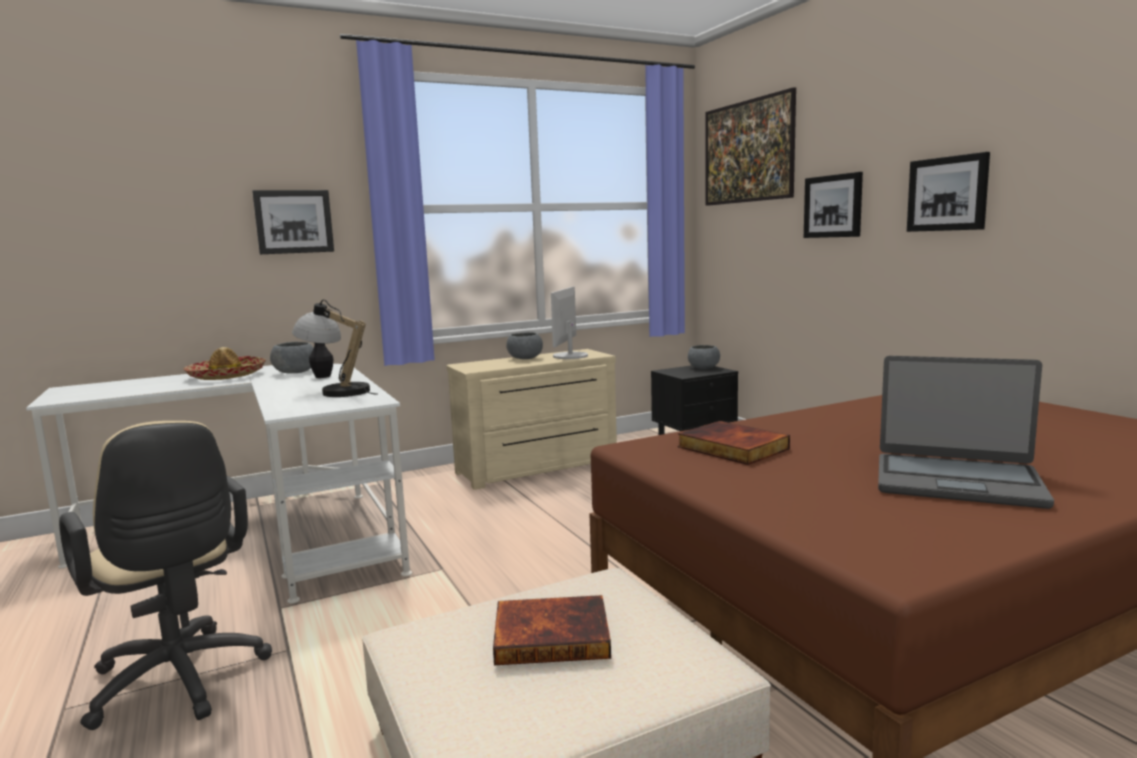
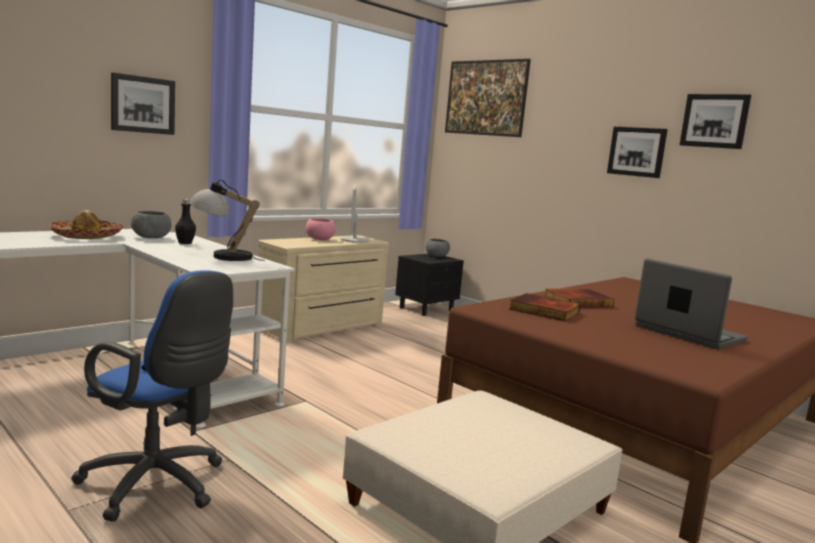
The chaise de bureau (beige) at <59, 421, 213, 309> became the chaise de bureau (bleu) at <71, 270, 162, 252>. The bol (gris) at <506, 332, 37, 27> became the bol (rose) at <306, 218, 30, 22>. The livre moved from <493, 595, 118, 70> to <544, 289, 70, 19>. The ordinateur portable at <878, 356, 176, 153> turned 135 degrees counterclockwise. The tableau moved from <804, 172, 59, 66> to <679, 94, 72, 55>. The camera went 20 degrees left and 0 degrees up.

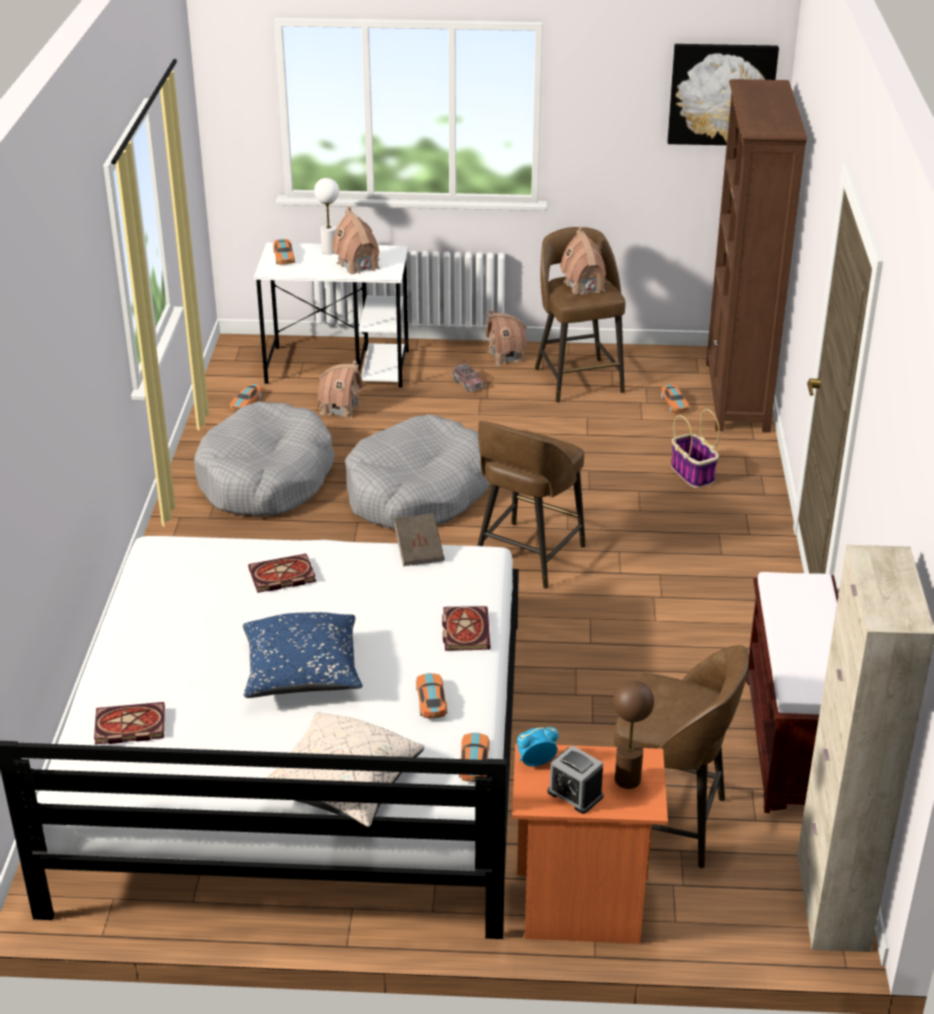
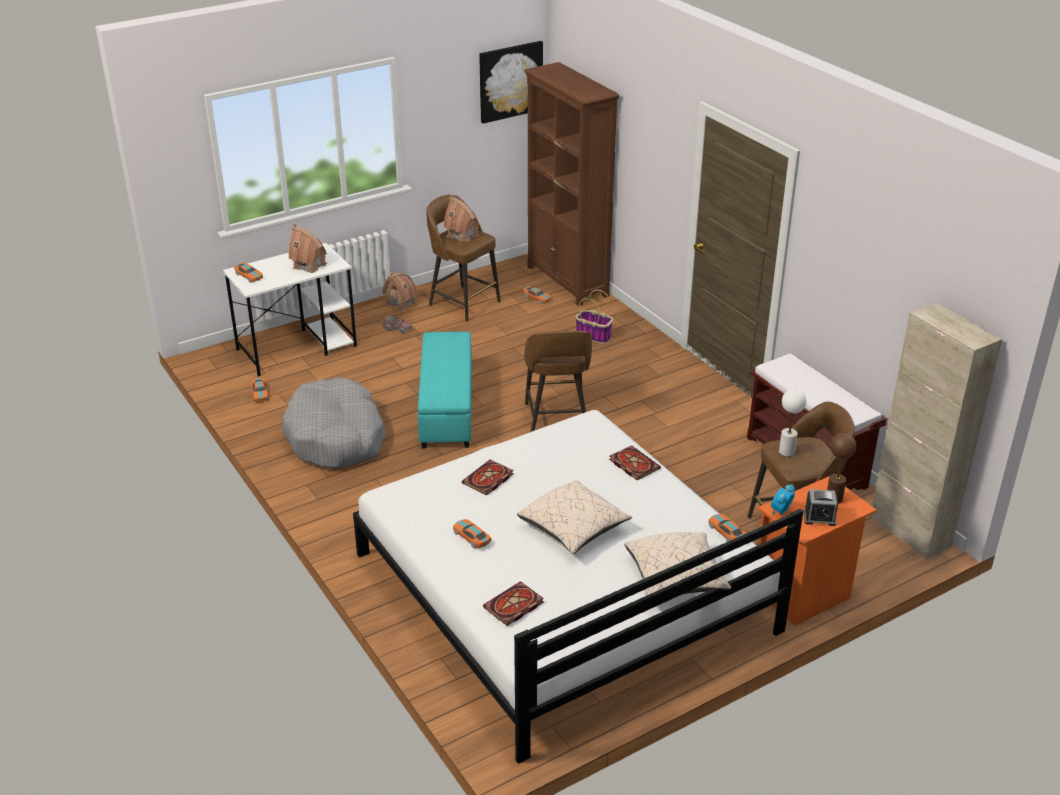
The panier pour chien (gris) at <345, 414, 145, 115> was replaced by the pouf (turquoise) at <418, 332, 54, 117>. The petite voiture moved from <416, 673, 31, 45> to <453, 519, 38, 29>. The coussin (bleu) at <243, 612, 119, 86> became the coussin (beige) at <517, 480, 115, 74>. The lampe de table (blanc) moved from <314, 178, 25, 76> to <779, 389, 27, 68>. The maison miniature at <318, 361, 45, 57> disappeared. The livre (marron) at <394, 513, 51, 53> disappeared. The camera went 35 degrees left and 0 degrees up.

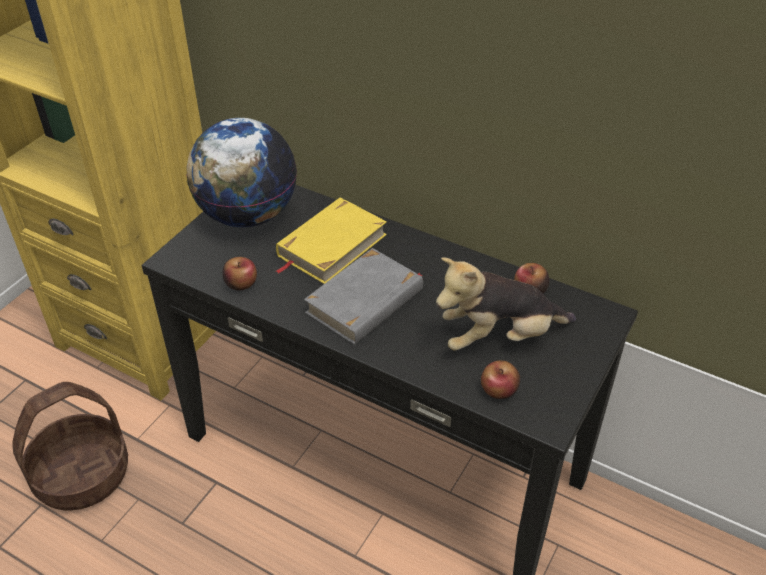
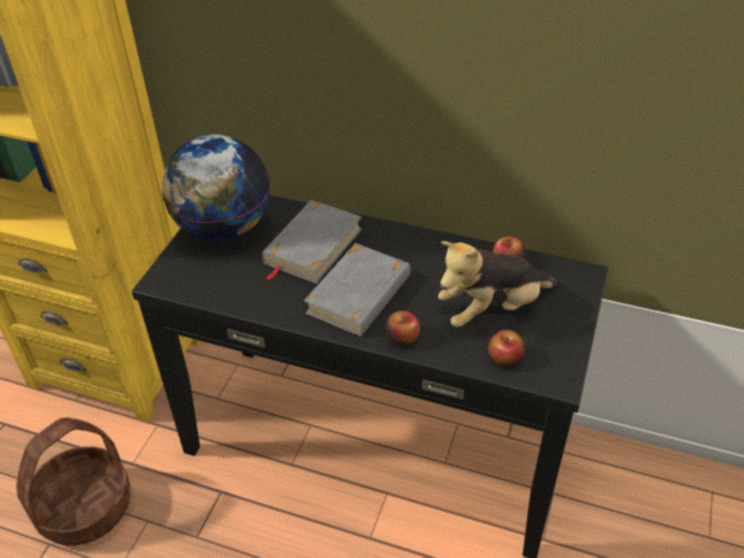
The livre (jaune) at <275, 197, 112, 87> became the livre (gris) at <262, 200, 100, 84>. The pomme moved from <222, 257, 35, 34> to <385, 311, 35, 35>. The camera went 10 degrees left and 0 degrees up.

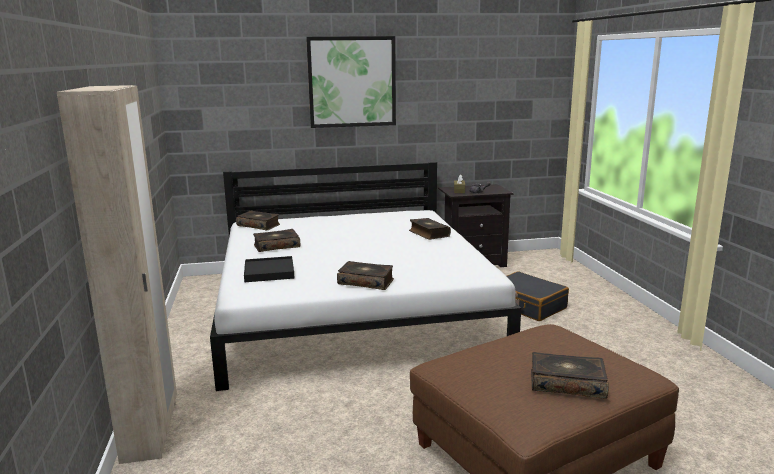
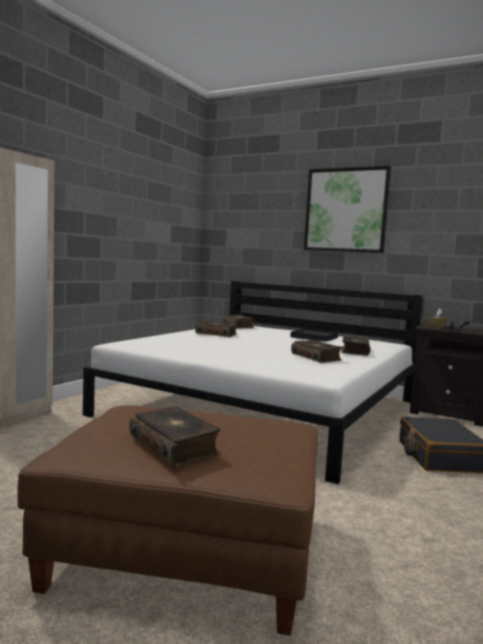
The plateau (noir) moved from <244, 256, 50, 26> to <290, 328, 49, 14>. The livre moved from <337, 261, 57, 29> to <291, 340, 51, 23>. The camera went 40 degrees right and 10 degrees down.

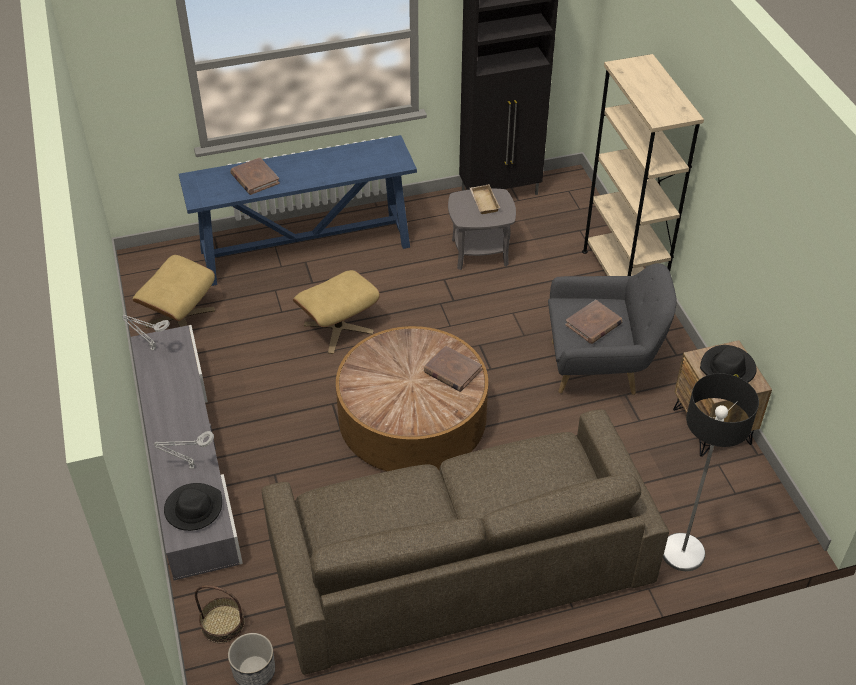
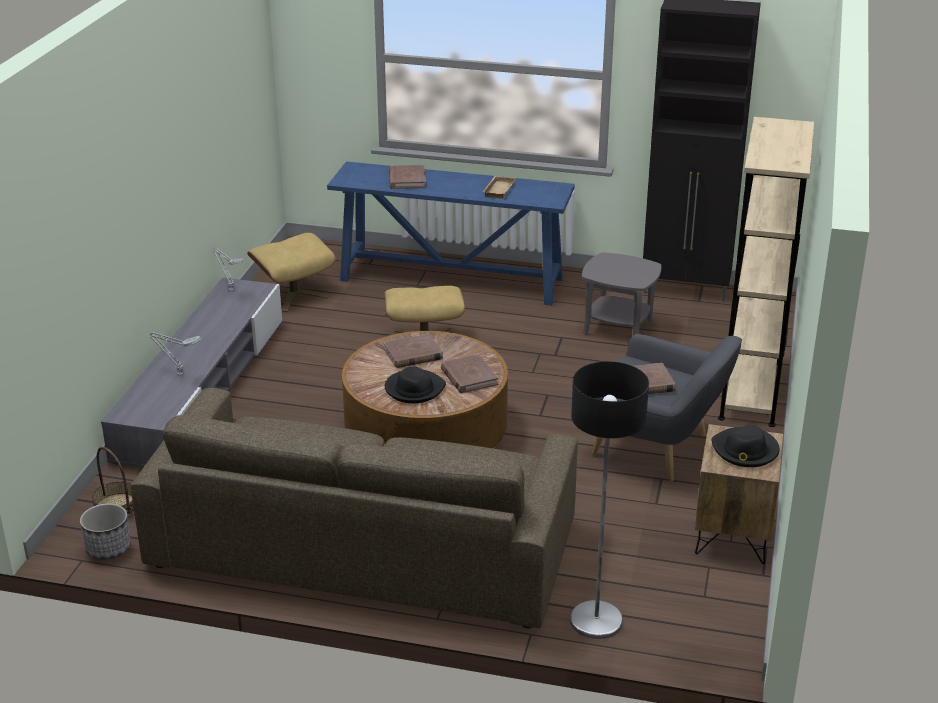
The livre (marron) at <384, 334, 59, 34> appeared. The chapeau (noir) moved from <164, 483, 58, 48> to <385, 366, 61, 37>. The plateau (beige) moved from <470, 184, 30, 30> to <483, 176, 33, 23>. The camera went 30 degrees right and 15 degrees down.

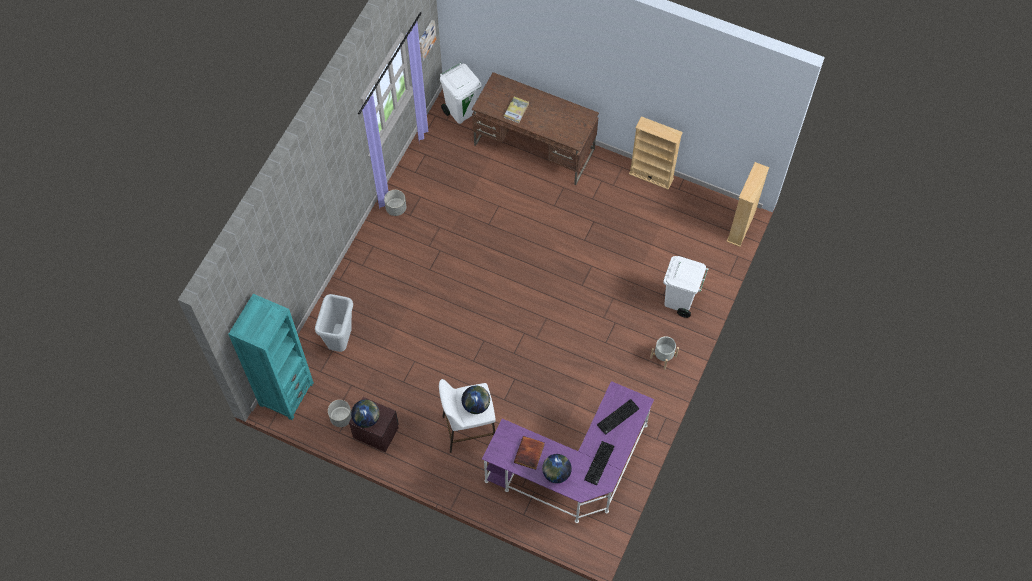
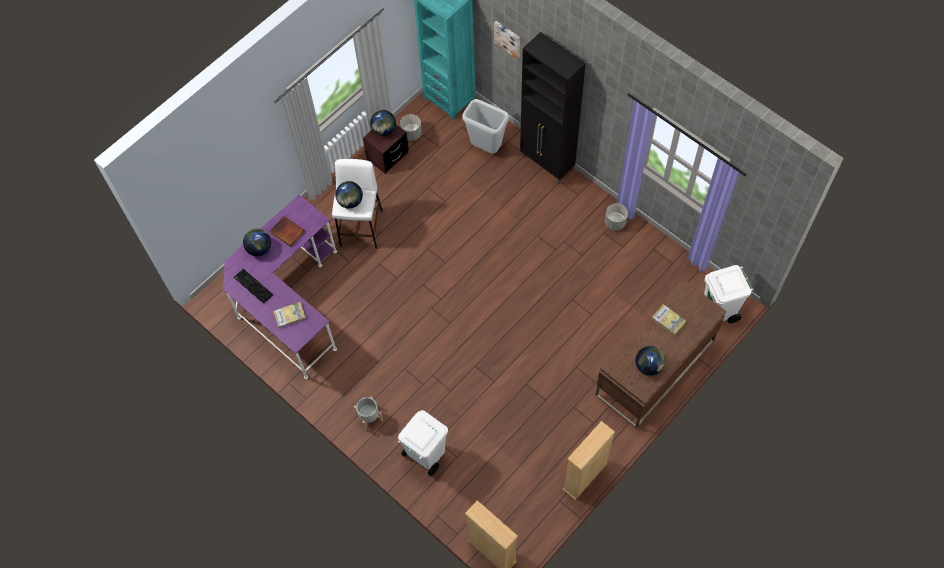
The clavier at <597, 399, 42, 36> was replaced by the livre at <273, 302, 33, 26>. The tableau moved from <419, 20, 17, 41> to <494, 21, 26, 38>. The meuble de rangement (noir) at <520, 32, 66, 152> appeared. The globe at <635, 346, 30, 30> appeared. The camera went 110 degrees right and 0 degrees up.

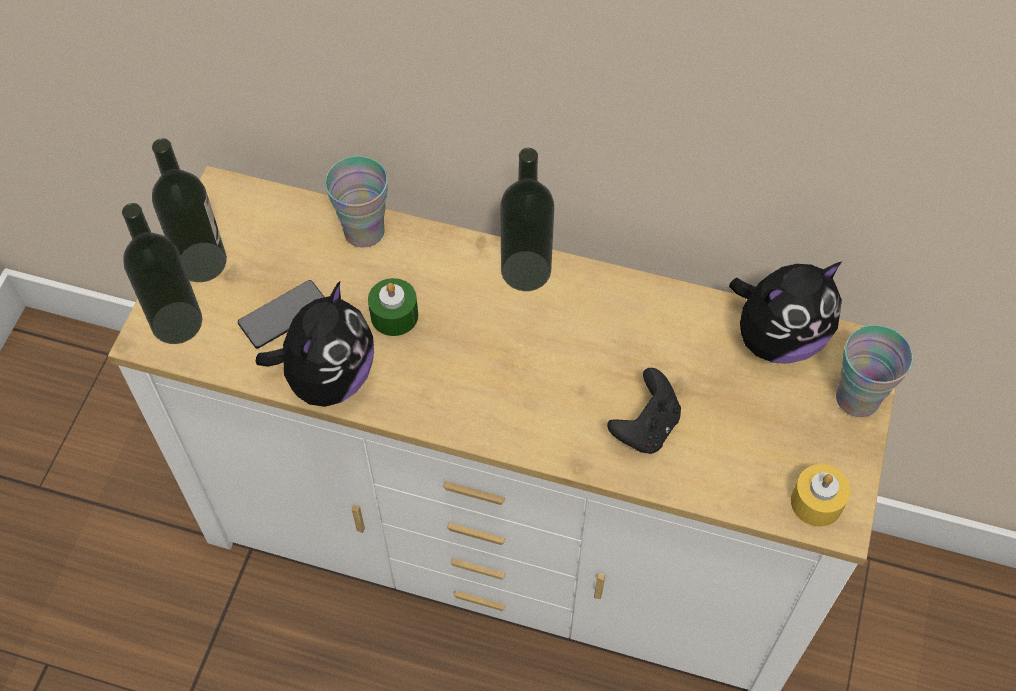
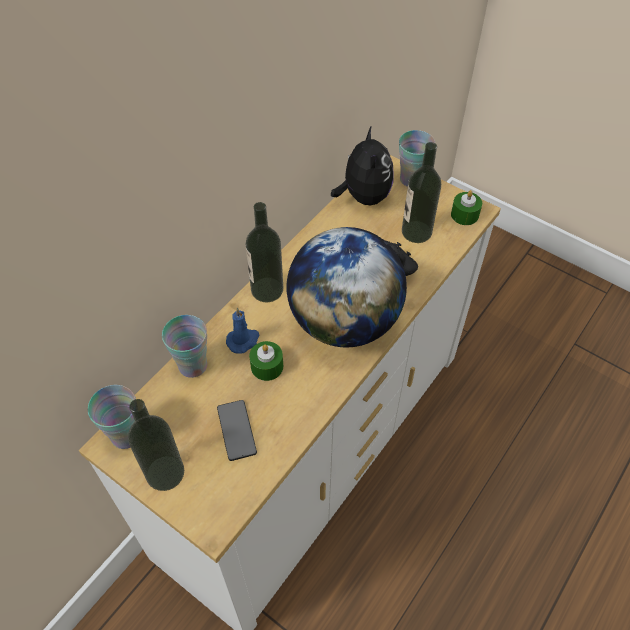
The tasse at <88, 385, 48, 64> appeared. The bougie (bleu) at <226, 307, 33, 47> appeared. The globe at <287, 227, 120, 120> appeared. The bouteille moved from <122, 203, 80, 141> to <402, 142, 39, 101>. The bougie (jaune) at <791, 464, 59, 63> became the bougie (vert) at <451, 190, 31, 35>. The peluche at <255, 281, 119, 126> disappeared. The camera went 70 degrees left and 5 degrees down.

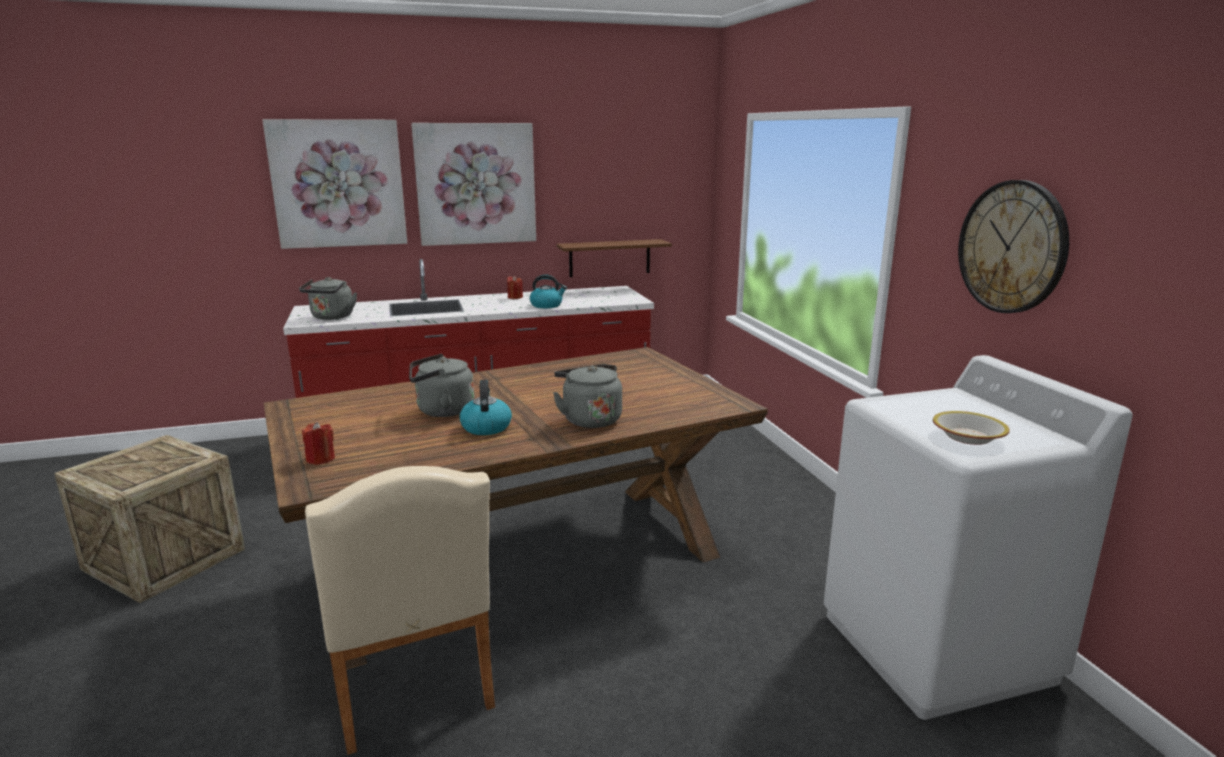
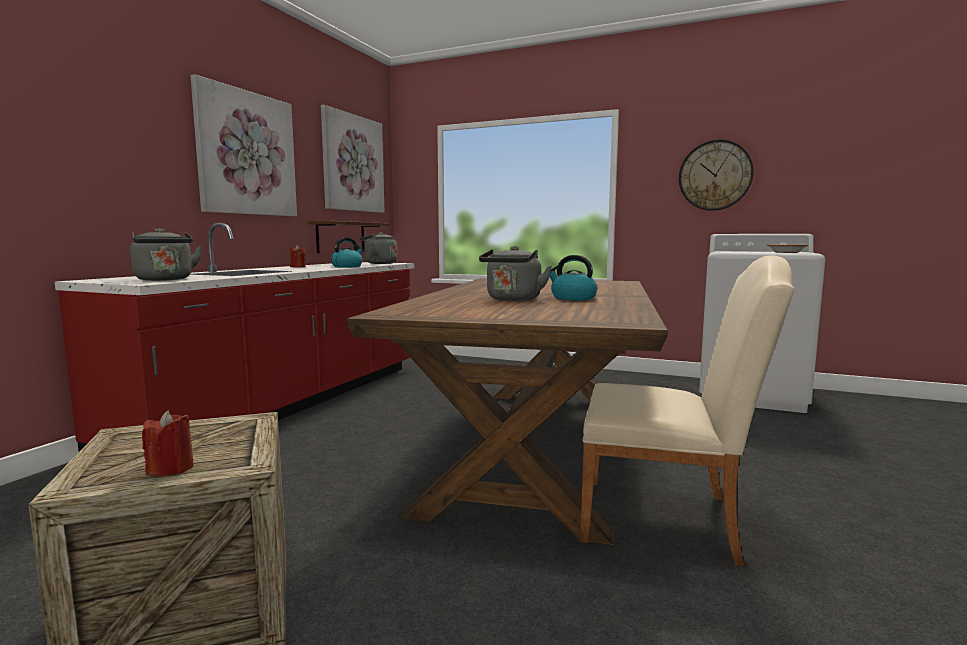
The bougie (rouge) moved from <302, 421, 33, 44> to <142, 410, 52, 67>. The tableau moved from <262, 119, 145, 130> to <321, 105, 64, 108>. The bouilloire (gris) moved from <553, 364, 69, 64> to <358, 232, 39, 32>. The camera went 50 degrees left and 10 degrees down.

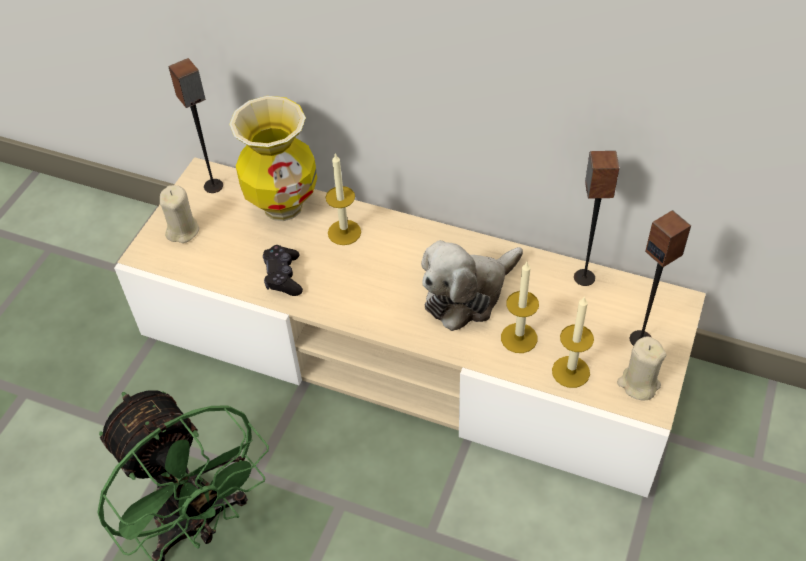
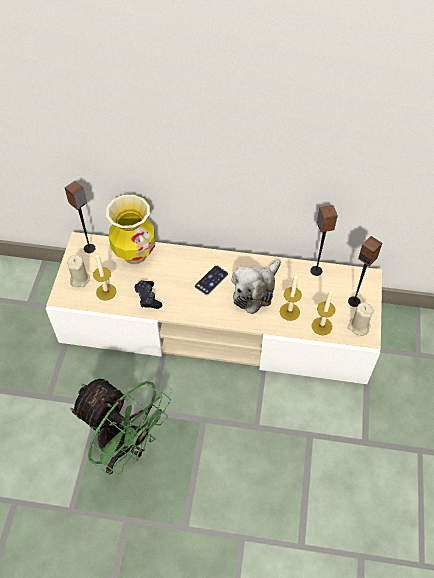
The bougie moved from <326, 153, 35, 92> to <93, 253, 23, 47>. The téléphone at <195, 265, 33, 30> appeared. The camera went 15 degrees left and 5 degrees up.

